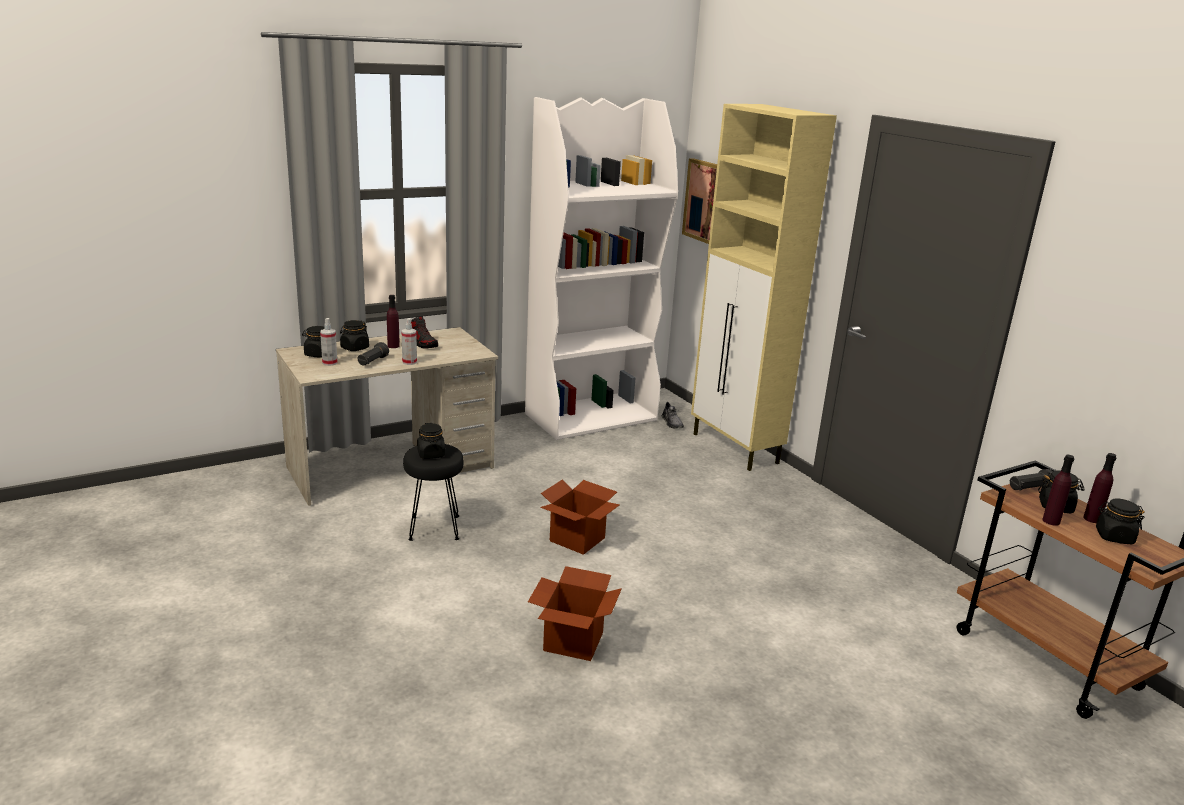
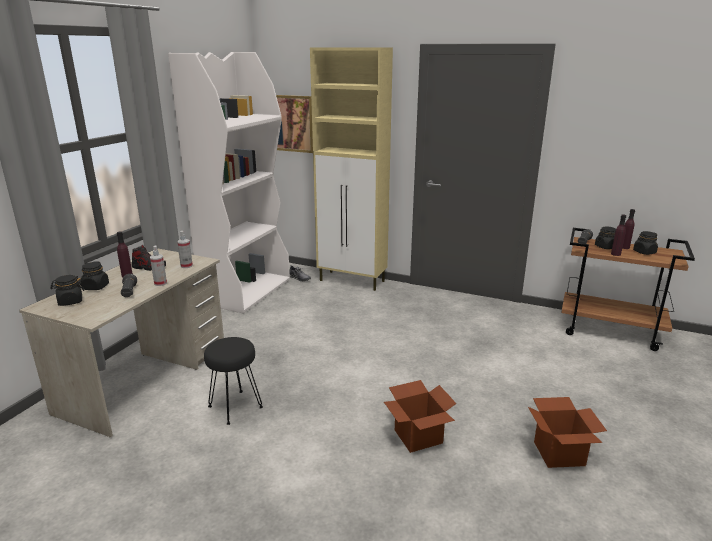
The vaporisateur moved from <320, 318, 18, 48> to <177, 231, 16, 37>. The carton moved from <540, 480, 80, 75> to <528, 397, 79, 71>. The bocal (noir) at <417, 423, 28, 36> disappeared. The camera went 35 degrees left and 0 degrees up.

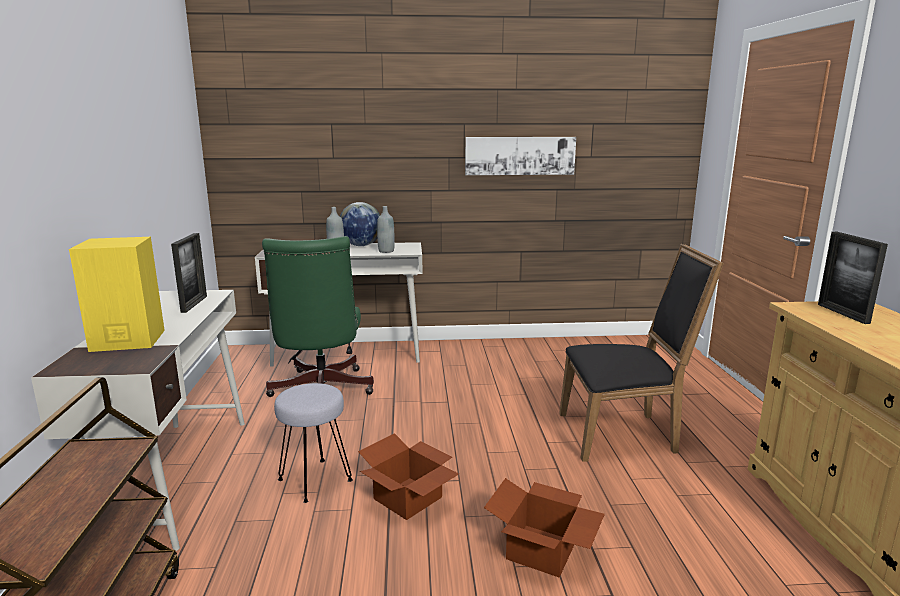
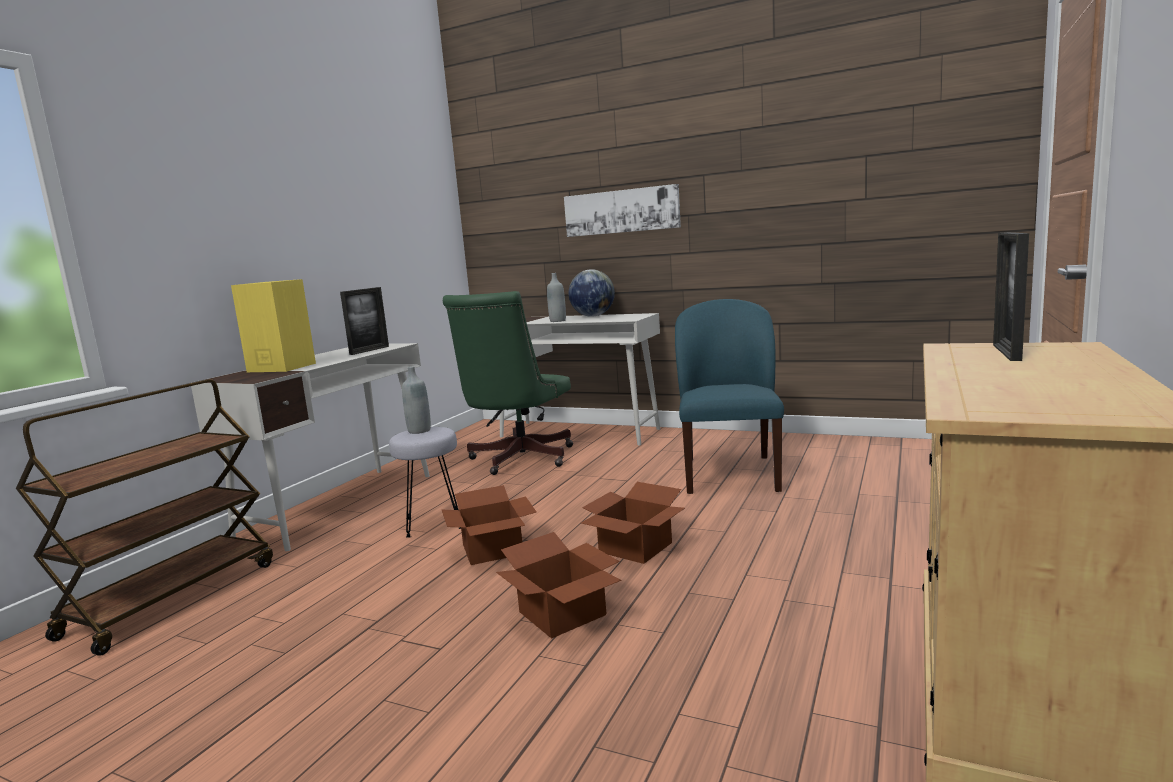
The bouteille (gris) moved from <377, 206, 18, 47> to <402, 366, 29, 68>. The tableau moved from <465, 137, 111, 38> to <564, 184, 117, 53>. The carton at <581, 482, 104, 82> appeared. The chaise (bleu) at <675, 299, 109, 195> appeared. The chaise (noir) at <559, 244, 165, 218> disappeared. The camera went 30 degrees right and 5 degrees down.

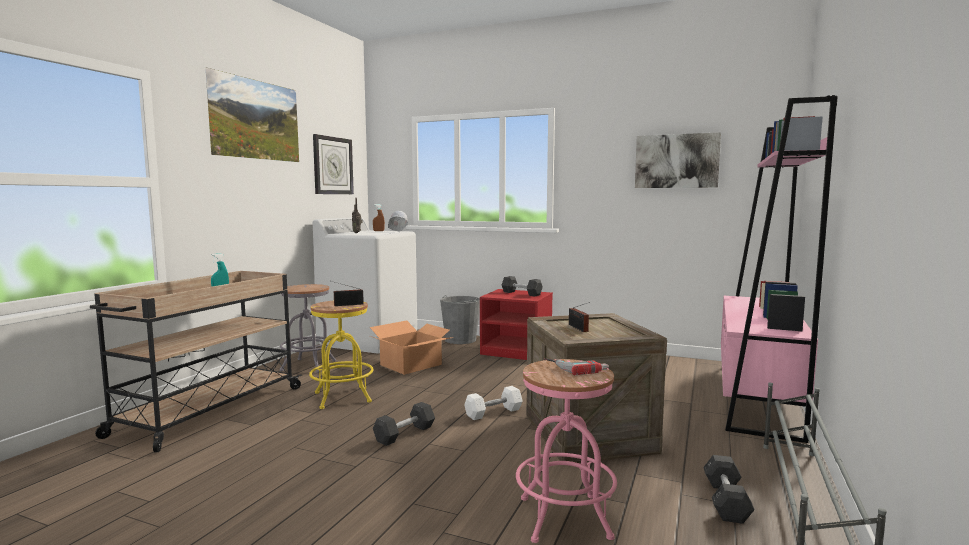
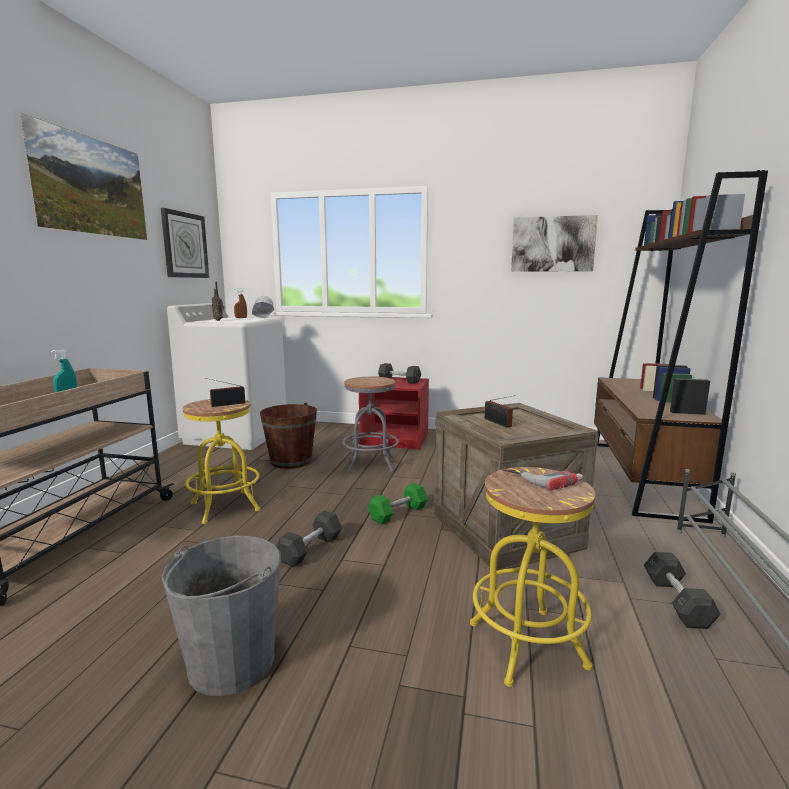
The seau (gris) moved from <440, 295, 40, 49> to <162, 536, 119, 160>. The carton at <370, 320, 84, 55> was replaced by the seau (marron) at <260, 403, 57, 66>. The tabouret (gris) moved from <279, 284, 57, 89> to <342, 377, 57, 96>. The haltère (blanc) at <464, 386, 59, 34> became the haltère (vert) at <368, 483, 60, 41>. The tabouret (rose) at <516, 359, 101, 184> became the tabouret (jaune) at <470, 467, 126, 220>. The bibliothèque (rose) at <721, 95, 117, 348> became the bibliothèque (marron) at <594, 170, 174, 353>. The camera went 10 degrees left and 5 degrees up.

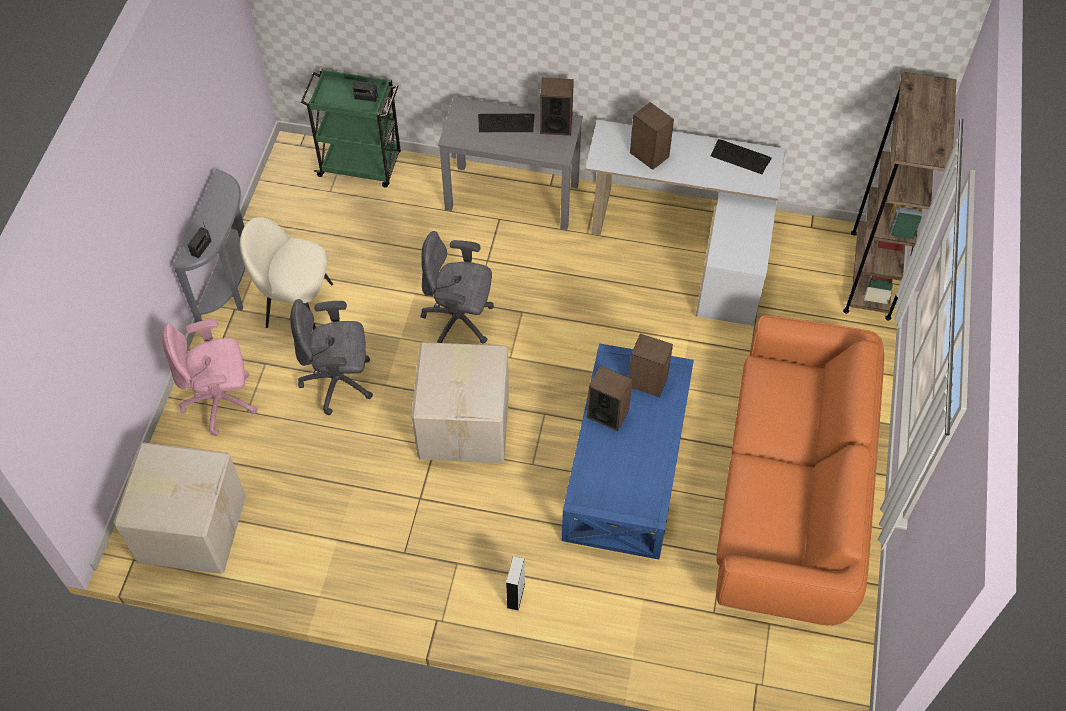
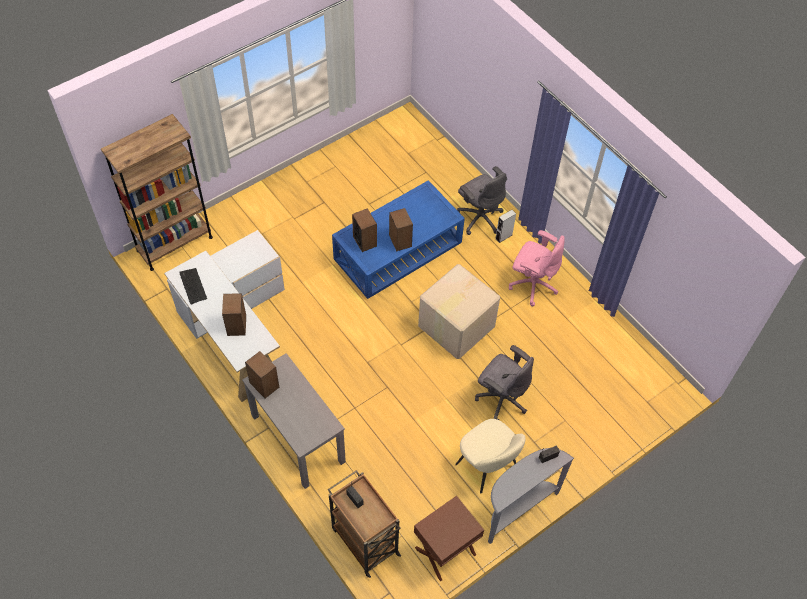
The chariot (vert) at <301, 69, 100, 118> became the chariot (marron) at <328, 470, 73, 108>. The table de chevet (marron) at <414, 496, 70, 85> appeared. The chaise de bureau (gris) moved from <421, 231, 73, 113> to <457, 166, 50, 69>. The chaise de bureau (rose) moved from <162, 319, 95, 117> to <509, 230, 56, 76>. The carton at <113, 442, 133, 132> disappeared. The clavier at <478, 114, 57, 18> disappeared. The canapé (orange) at <716, 315, 168, 311> disappeared. The camera went 140 degrees left and 0 degrees up.

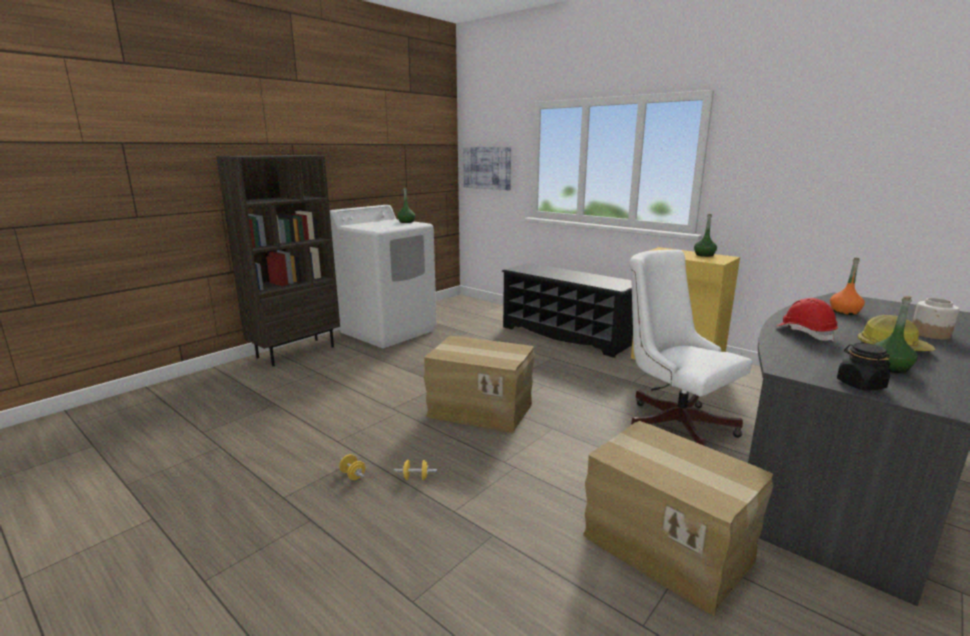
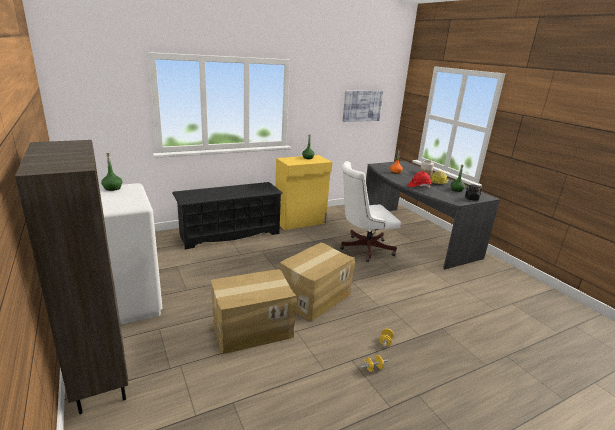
The carton moved from <583, 421, 190, 195> to <211, 269, 86, 85>. The tableau moved from <463, 147, 48, 43> to <343, 91, 40, 31>. The camera went 70 degrees left and 5 degrees up.

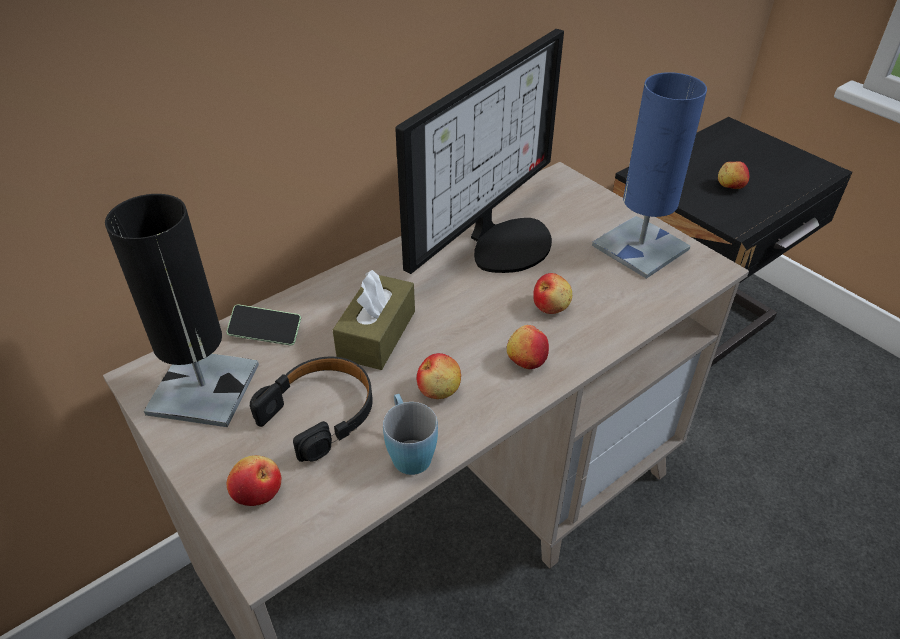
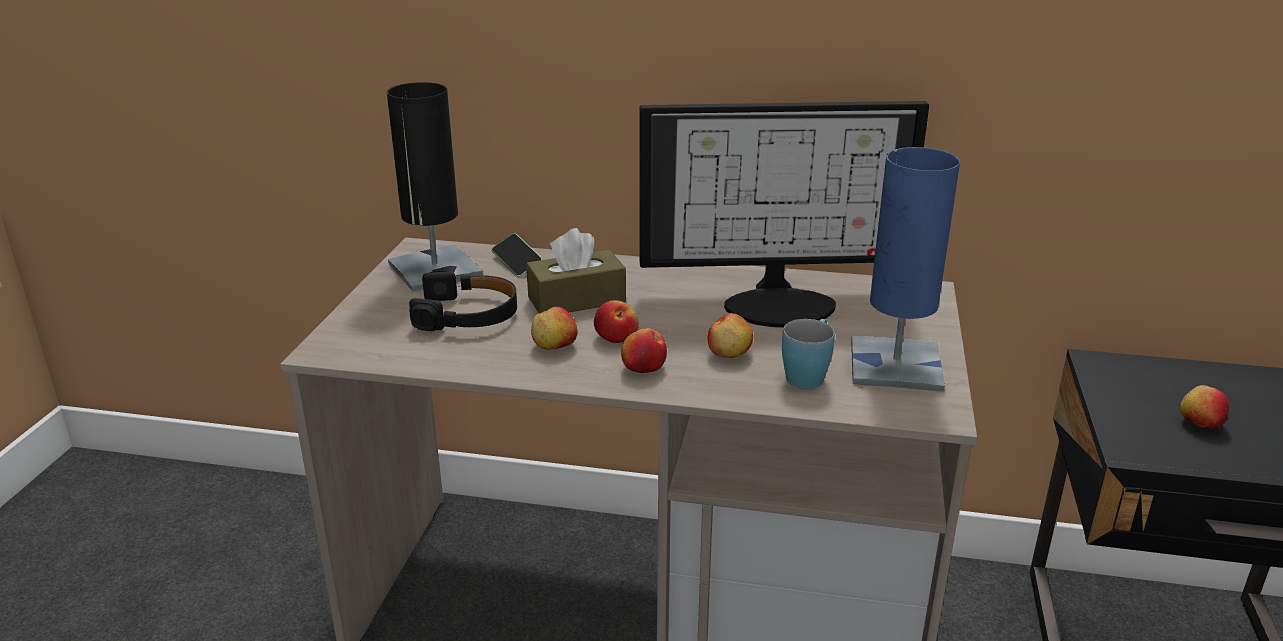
The pomme moved from <227, 455, 54, 51> to <594, 300, 45, 43>. The mug (bleu) moved from <383, 394, 55, 81> to <782, 319, 53, 70>. The camera went 50 degrees right and 15 degrees down.

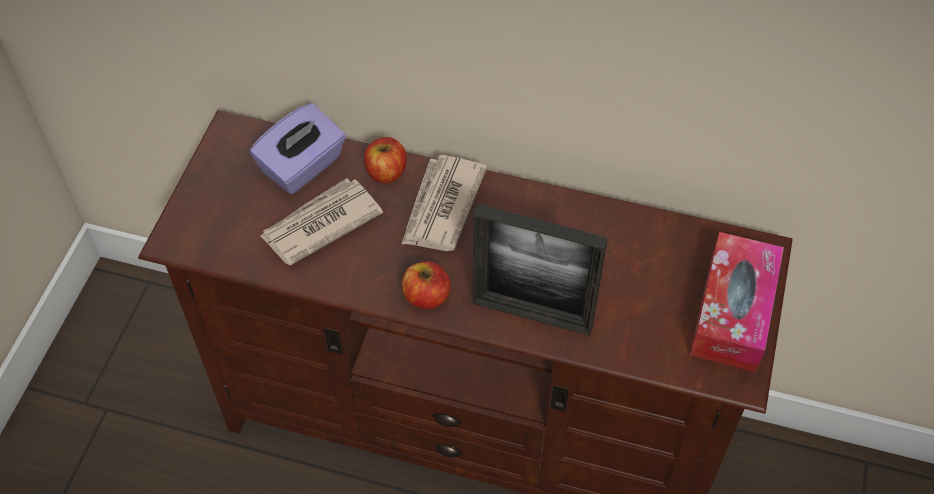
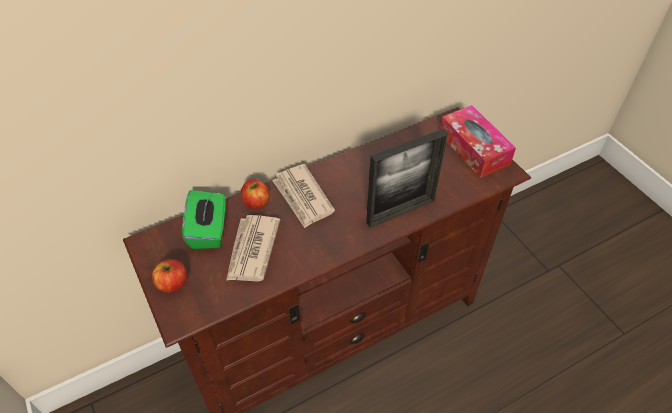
The pomme moved from <401, 262, 50, 47> to <152, 259, 35, 34>. The boîte à mouchoirs (violet) at <250, 103, 96, 91> became the boîte à mouchoirs (vert) at <182, 190, 44, 59>. The camera went 45 degrees left and 5 degrees down.

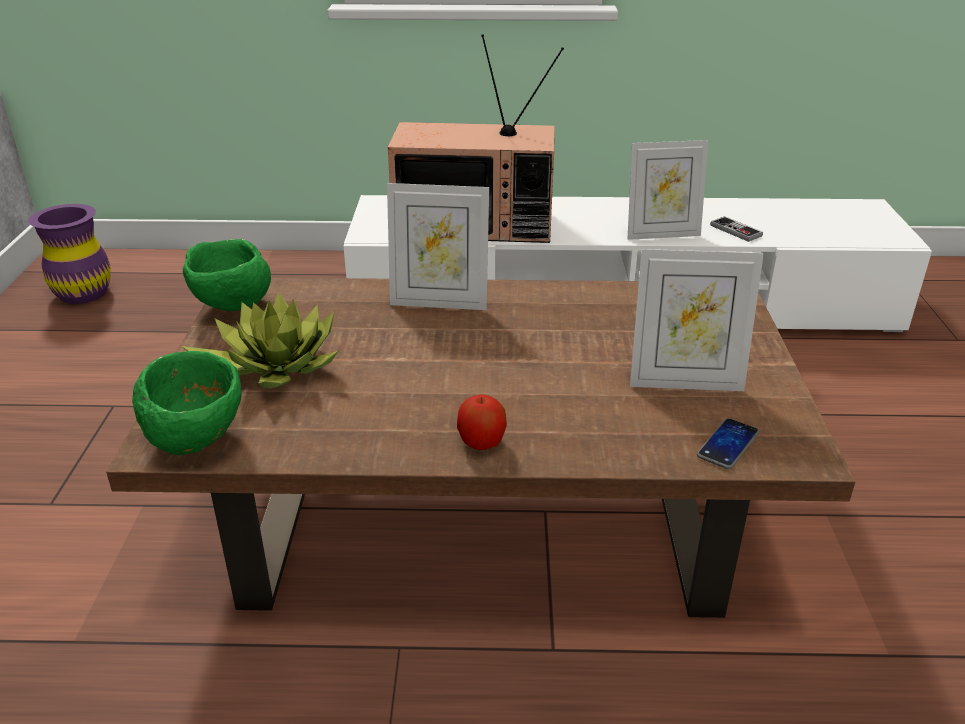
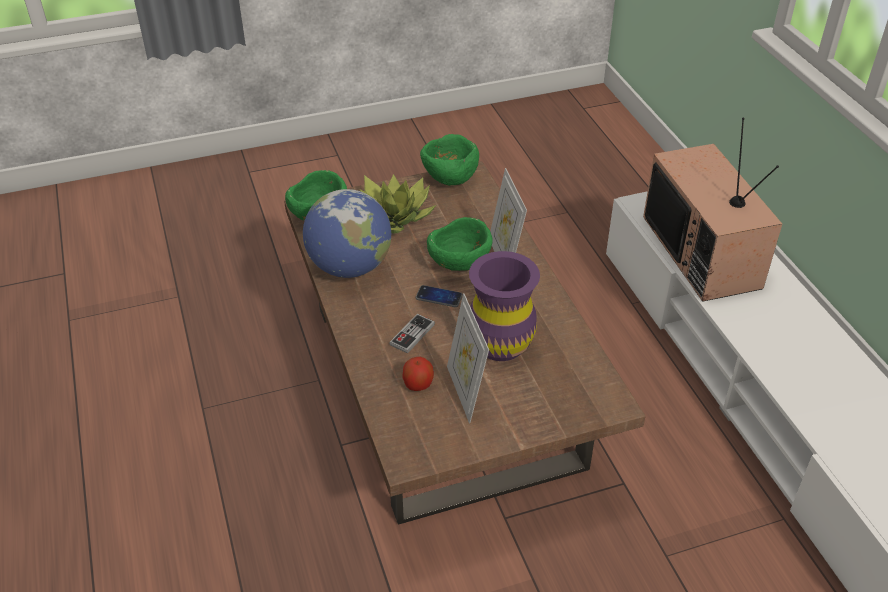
The globe at <303, 189, 88, 89> appeared. The manette moved from <710, 216, 53, 26> to <389, 314, 46, 40>. The pomme moved from <457, 394, 50, 56> to <402, 357, 32, 34>. The téléphone moved from <697, 418, 62, 51> to <416, 285, 47, 22>. The bol (vert) at <427, 217, 66, 54> appeared. The vase (violet) moved from <28, 204, 83, 100> to <469, 251, 71, 110>. The cadre photo at <628, 140, 80, 100> disappeared. The camera went 70 degrees right and 10 degrees up.

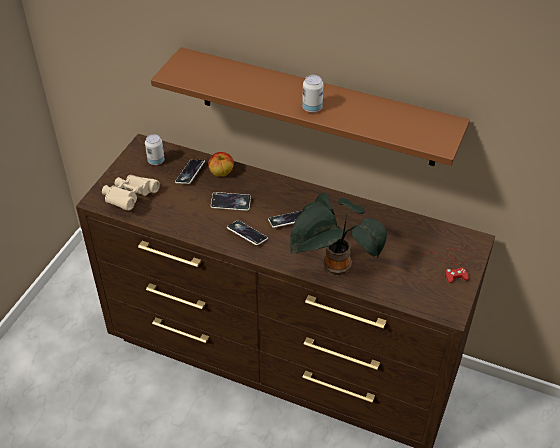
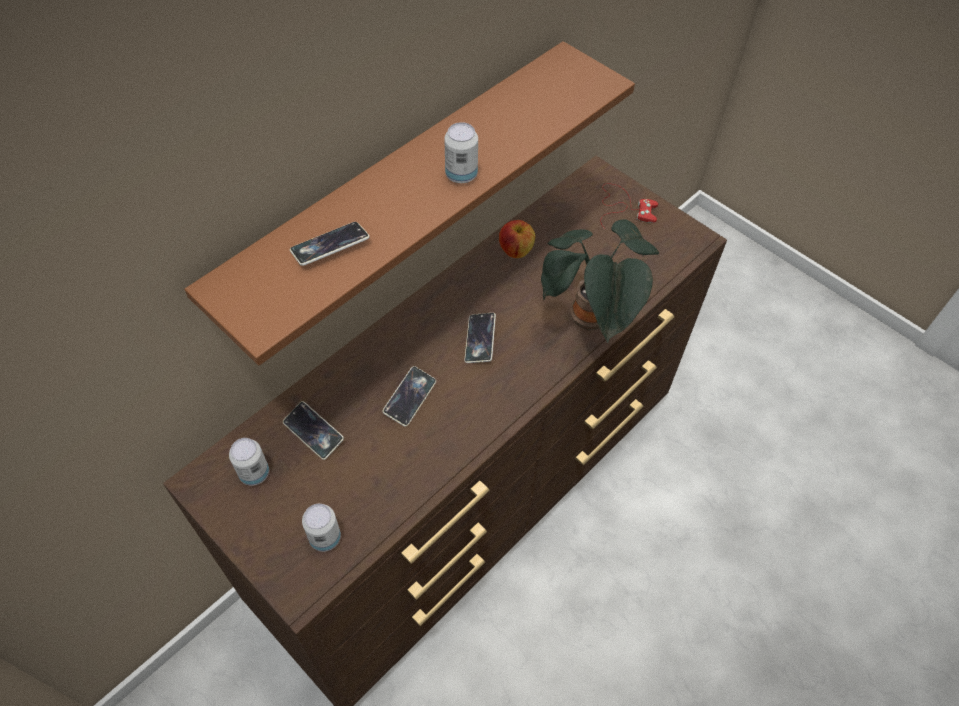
The téléphone moved from <227, 220, 41, 25> to <290, 222, 80, 44>. The jumelles (beige) at <102, 175, 58, 36> was replaced by the boîte métallique at <302, 504, 39, 48>. The pomme moved from <208, 152, 26, 24> to <499, 220, 36, 38>. The camera went 70 degrees left and 10 degrees up.

